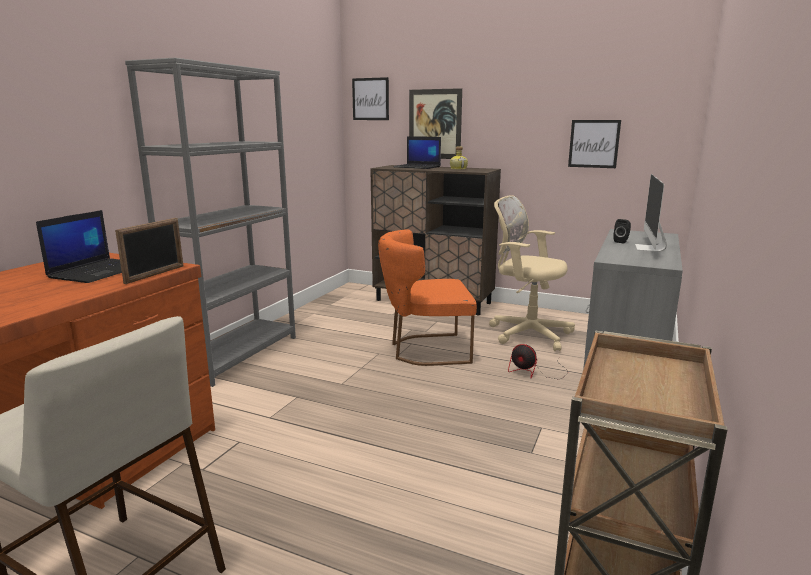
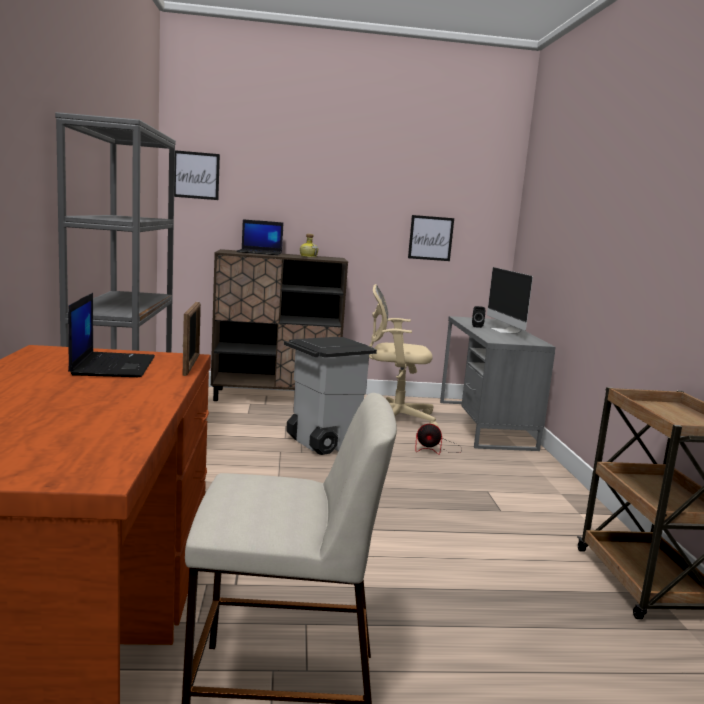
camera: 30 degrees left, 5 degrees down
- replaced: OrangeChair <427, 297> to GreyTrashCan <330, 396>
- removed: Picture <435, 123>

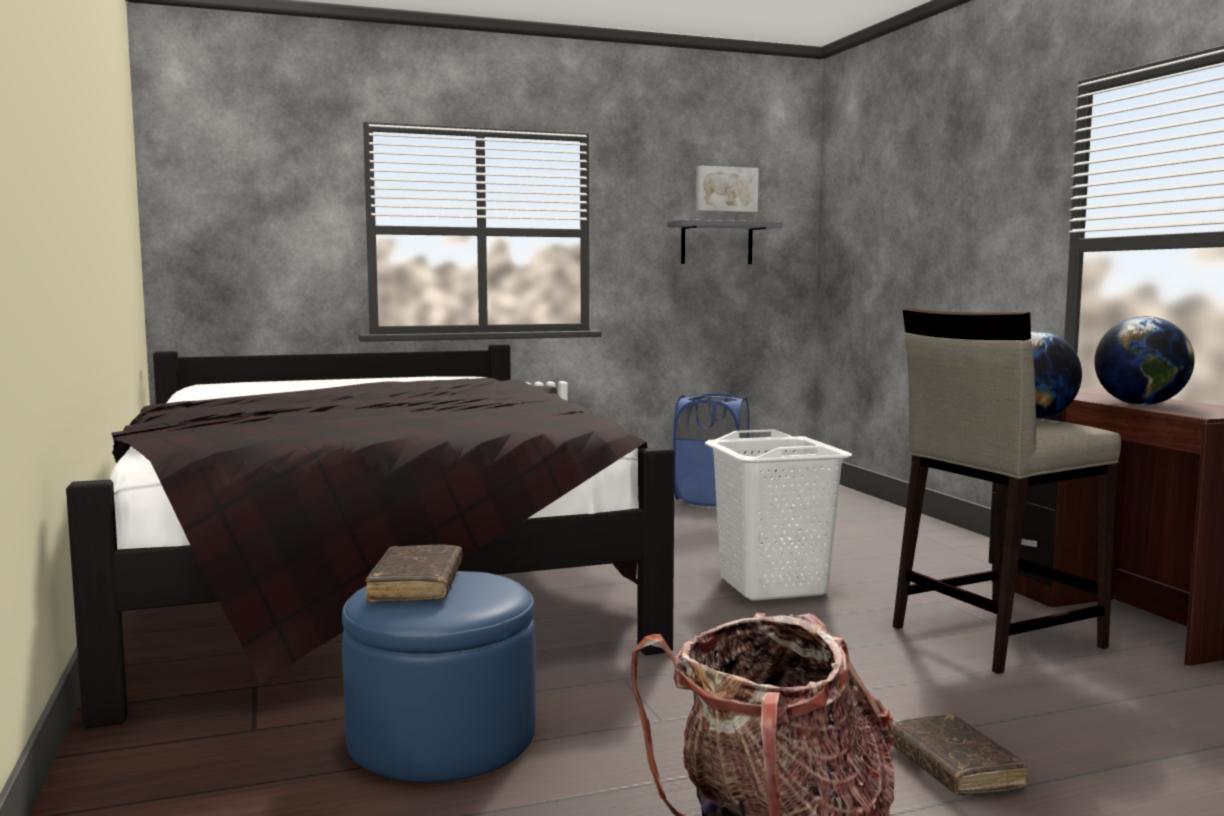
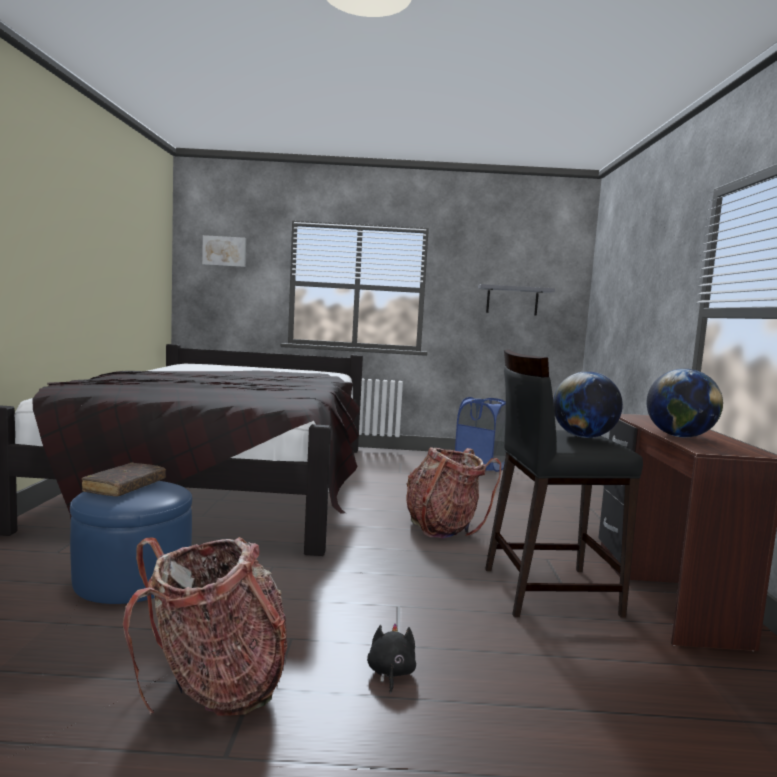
camera: 20 degrees right, 0 degrees up
- moved: Picture <727, 188> to <224, 251>
- replaced: WhiteLaundryBasket <778, 515> to Backpack <453, 493>
- replaced: BrownBook <959, 754> to BlackPlushToy <391, 658>
- recoloured: BeigeStool <1007, 491> to BlackStool <564, 483>

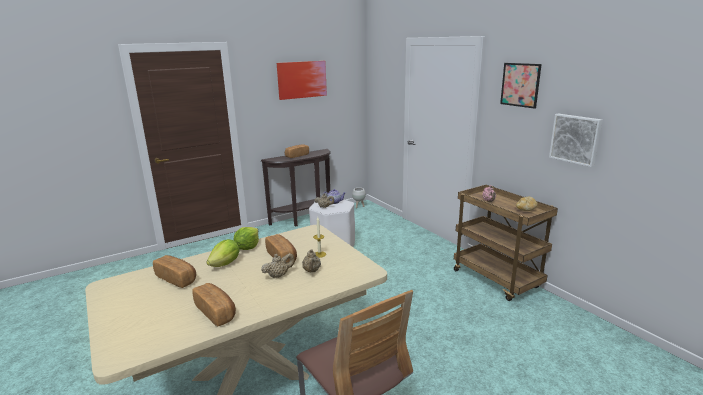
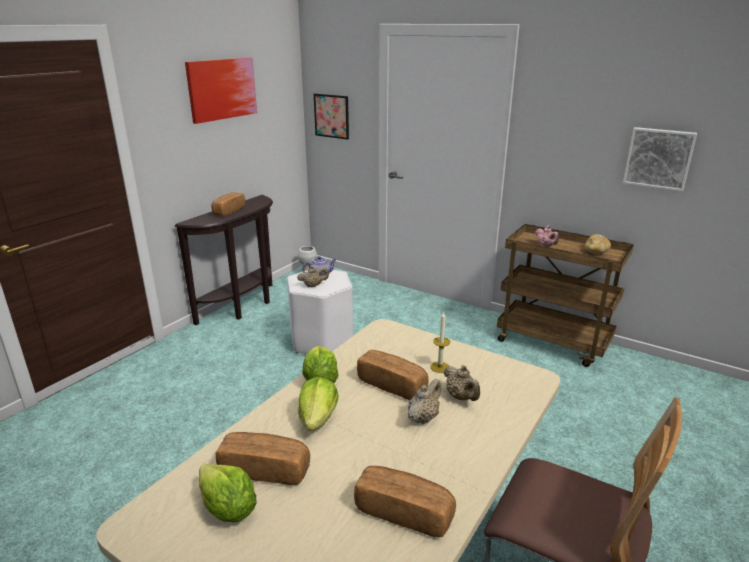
camera: 25 degrees left, 5 degrees up
- moved: Picture <521, 86> to <331, 117>
- added: Lettuce <227, 493>

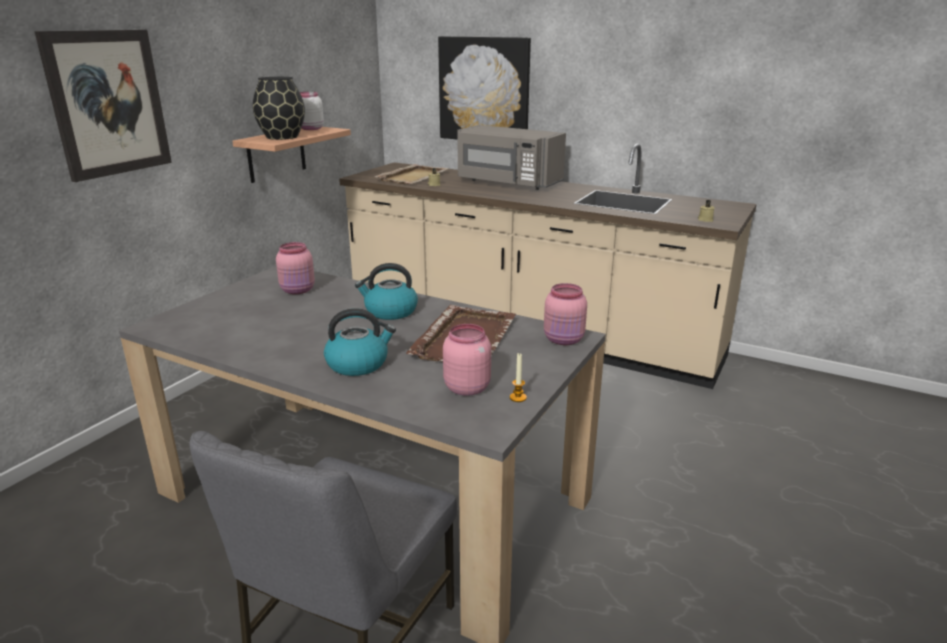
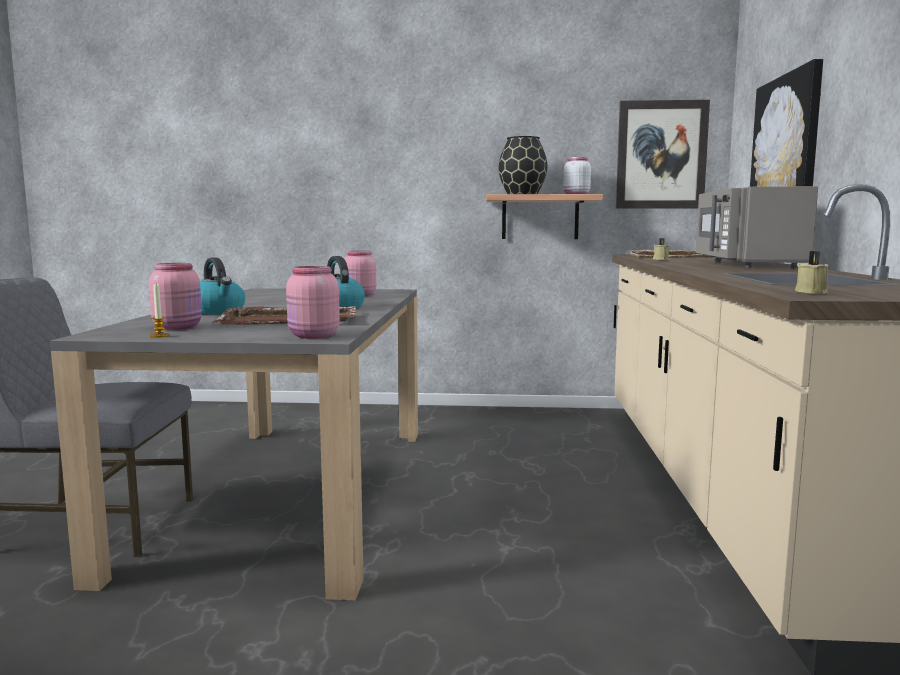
camera: 65 degrees right, 15 degrees down
- moved: Picture <103, 106> to <663, 154>

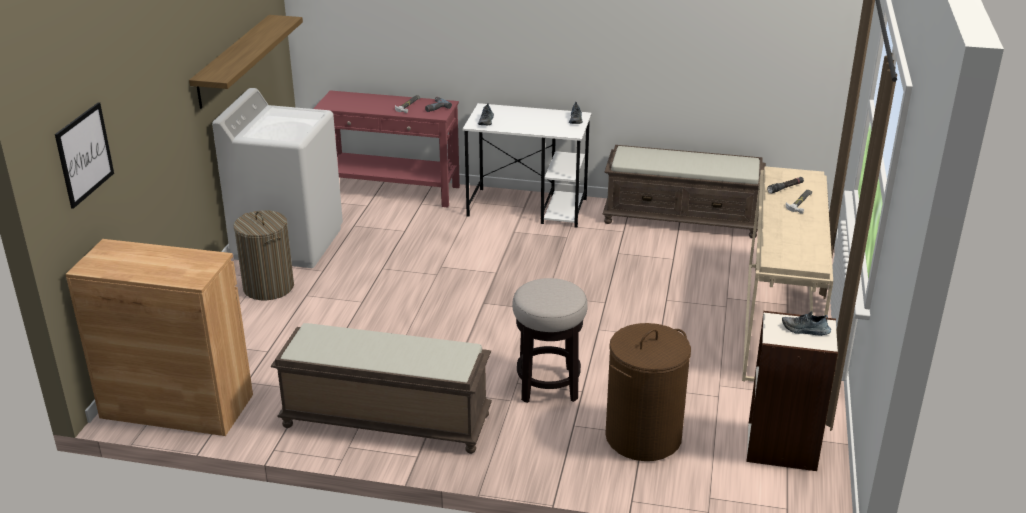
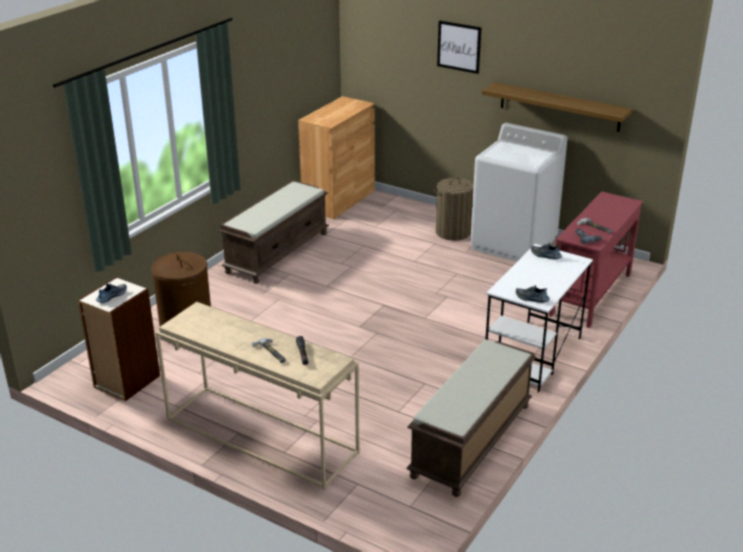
camera: 110 degrees right, 0 degrees up
- moved: Picture <84, 155> to <459, 47>
- removed: Stool <550, 340>

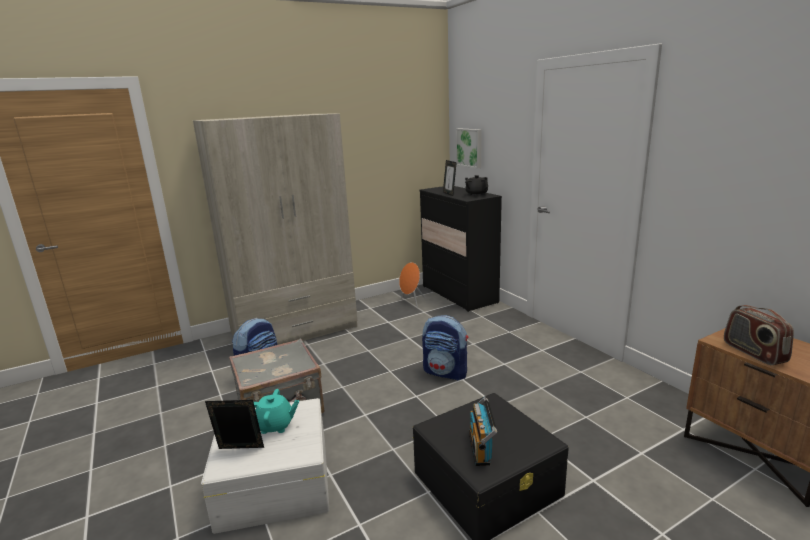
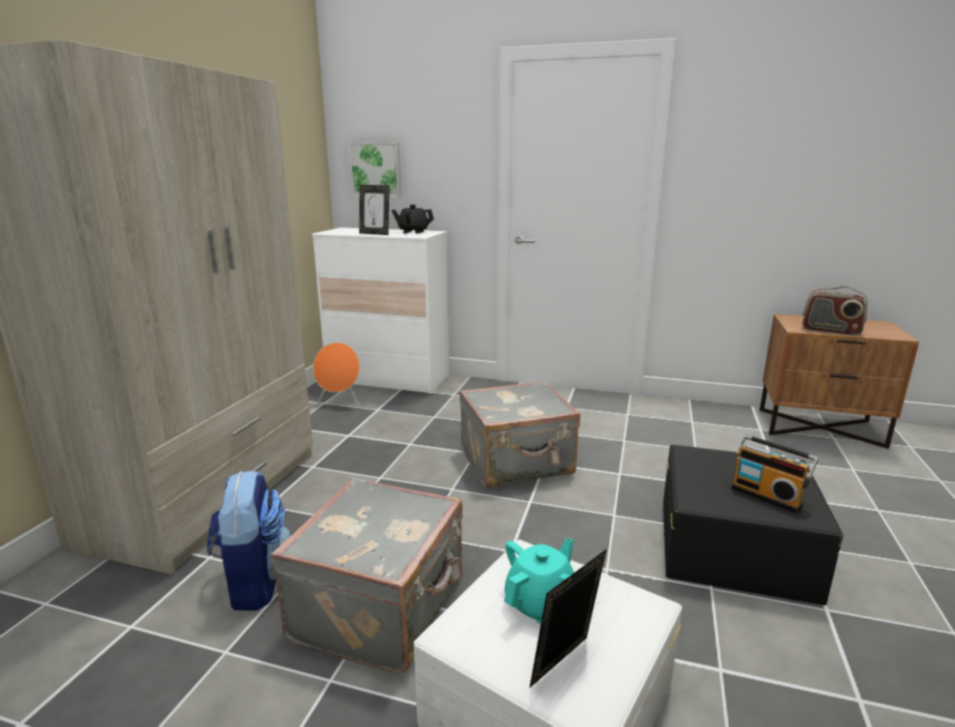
camera: 45 degrees left, 0 degrees up
- recoloured: BlackDresser <460, 249> to WhiteDresser <381, 311>
- replaced: Backpack <445, 348> to GreySuitcase <519, 434>

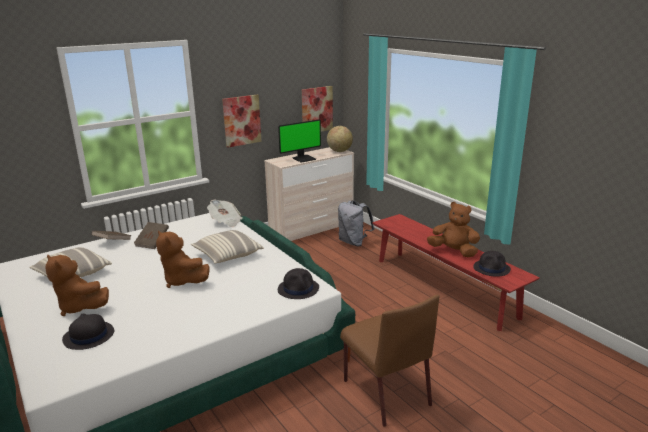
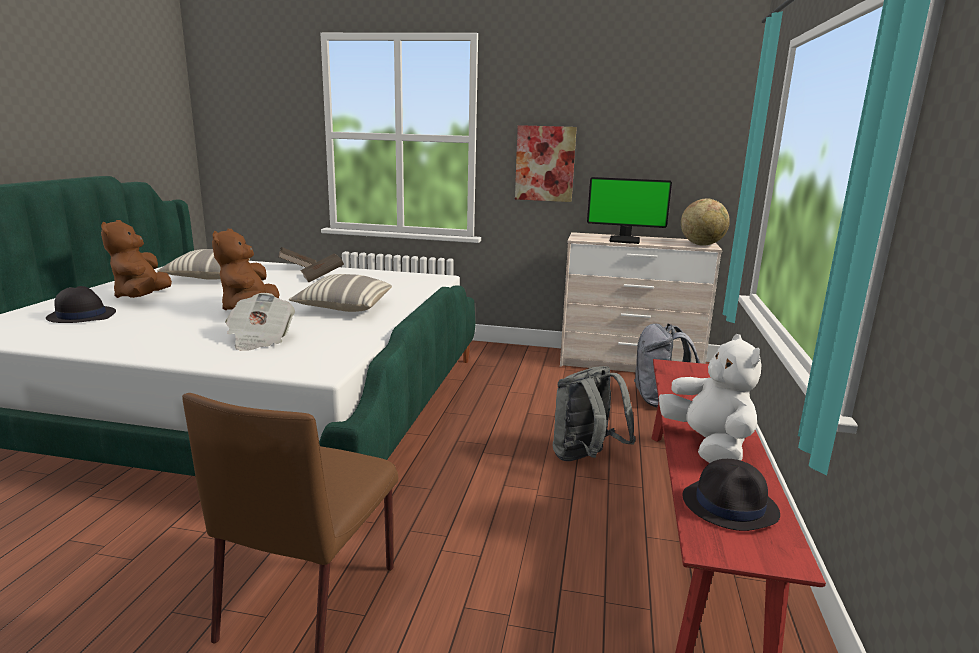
camera: 45 degrees right, 5 degrees down
- moved: Newspaper <225, 213> to <260, 322>
- removed: BlackHat <298, 283>
- removed: Picture <317, 109>
- recoloured: BrownPlushToy <453, 229> to WhitePlushToy <710, 398>
- added: GreyBackpack <594, 413>

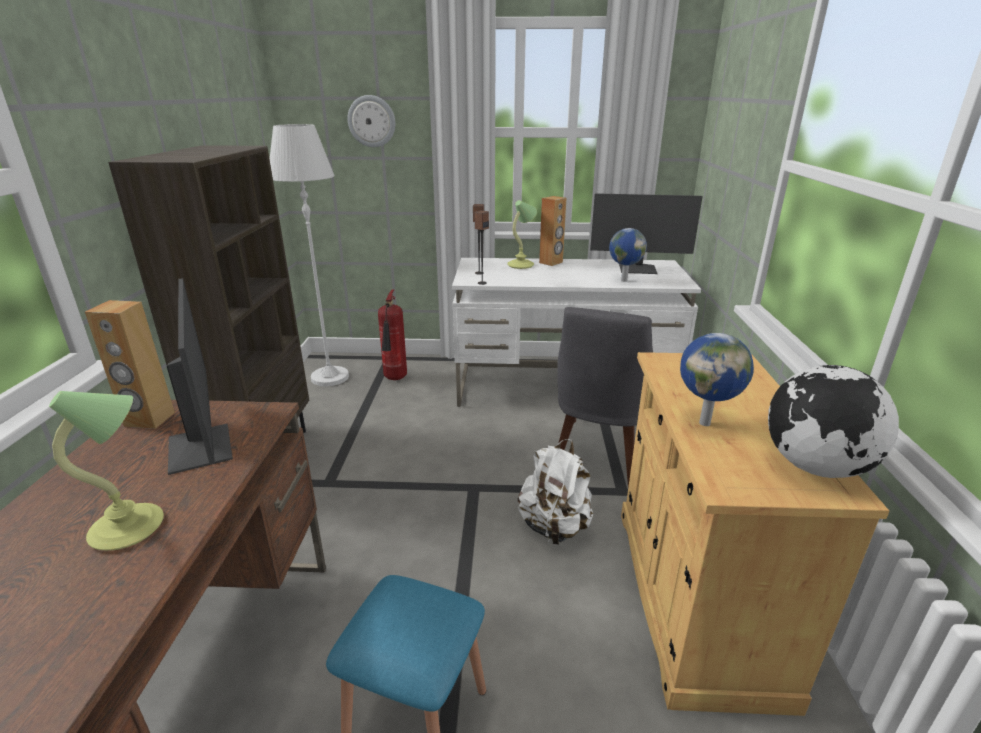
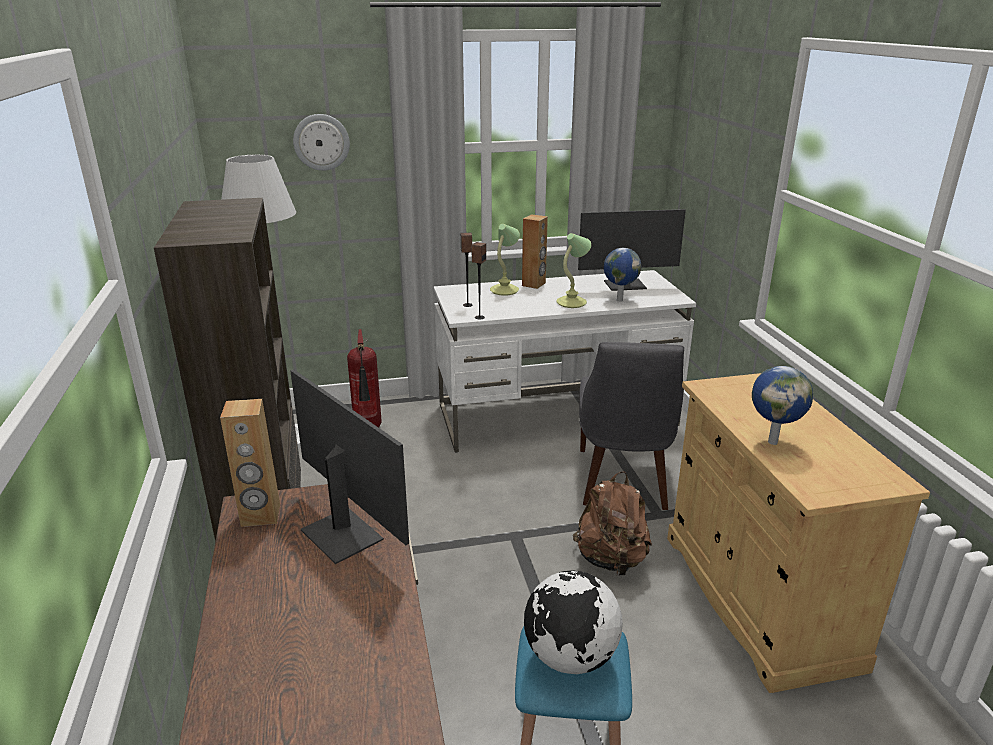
camera: 15 degrees left, 0 degrees up
- moved: TableLamp <106, 470> to <573, 270>
- recoloured: WhiteBackpack <555, 492> to BrownBackpack <612, 524>
- moved: Globe <833, 421> to <573, 622>

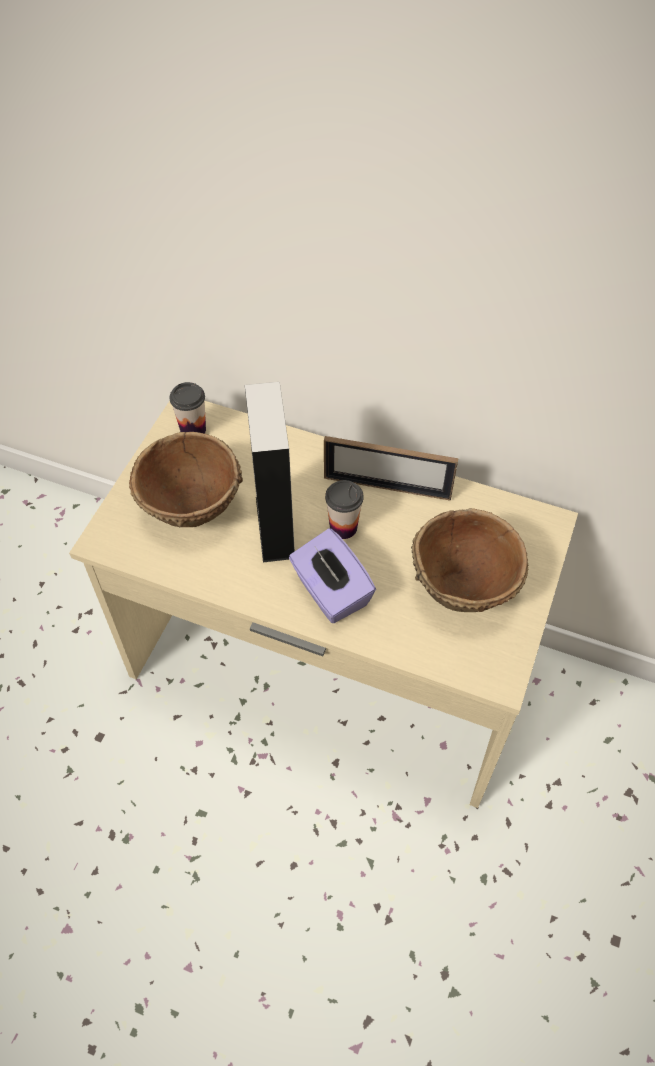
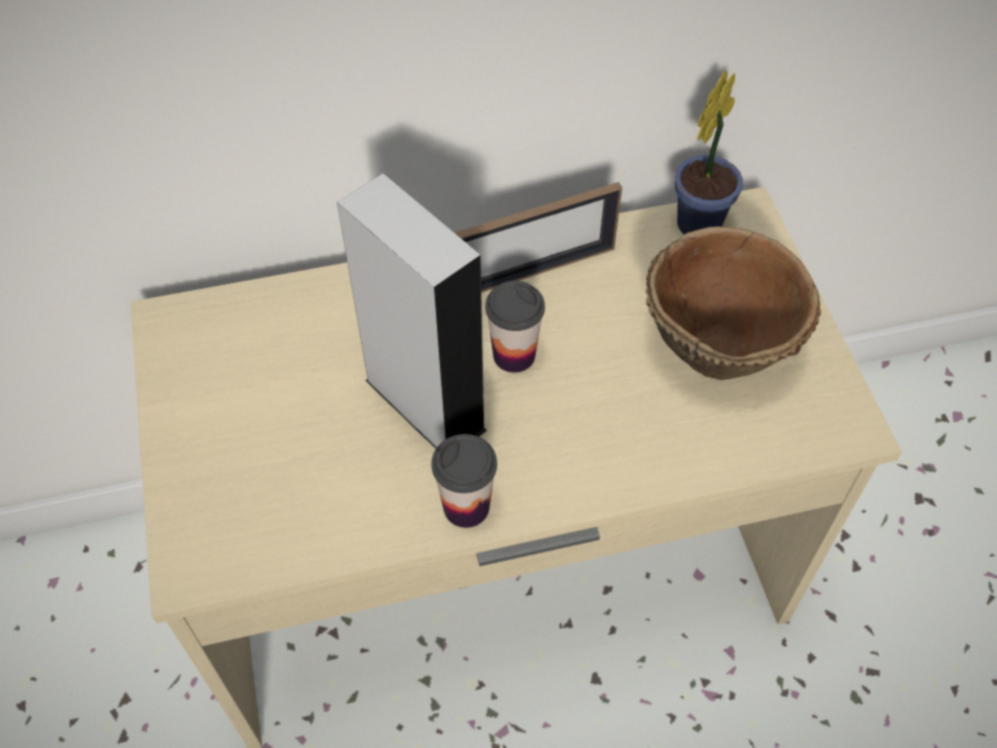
camera: 35 degrees left, 0 degrees up
- removed: BrownBowl <186, 479>
- moved: Cup <188, 408> to <464, 481>
- removed: PurpleTissueBox <332, 575>
- added: PottedPlant <709, 152>

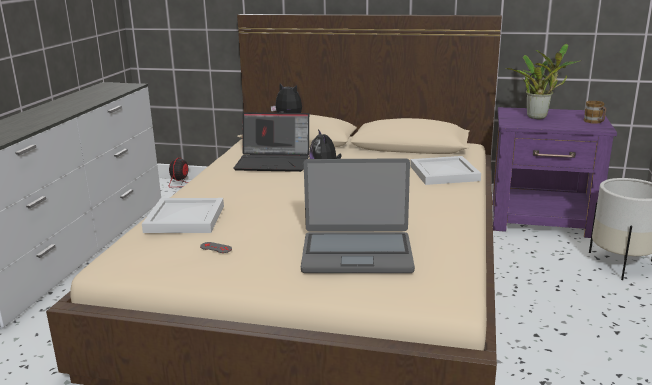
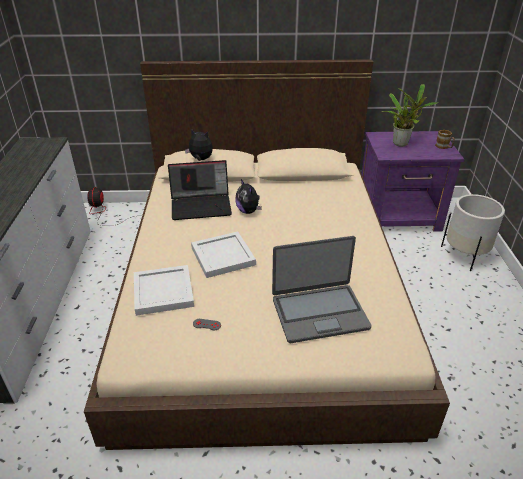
camera: 15 degrees left, 15 degrees up
- moved: WhiteTray <445, 170> to <223, 255>

